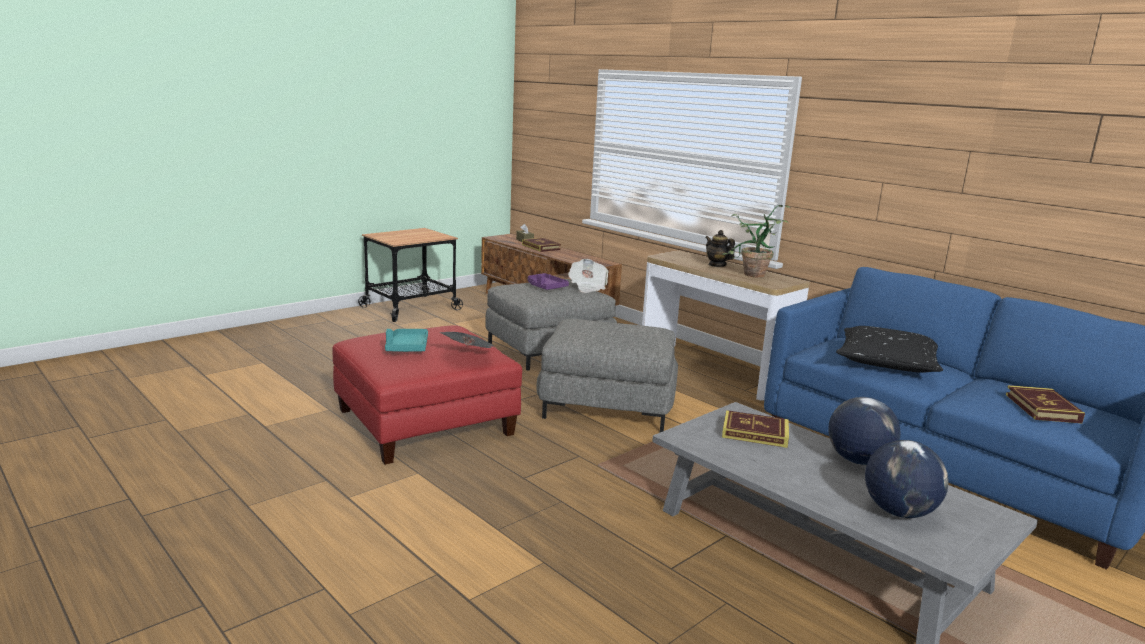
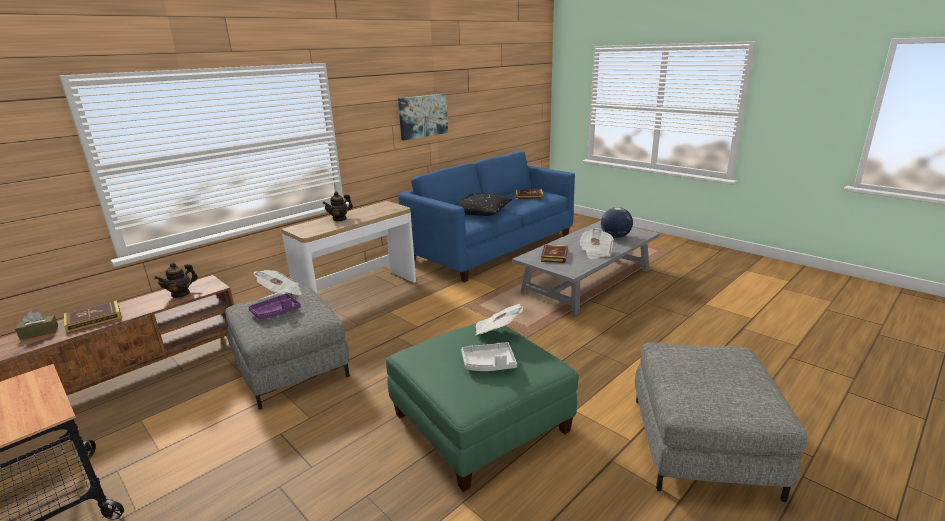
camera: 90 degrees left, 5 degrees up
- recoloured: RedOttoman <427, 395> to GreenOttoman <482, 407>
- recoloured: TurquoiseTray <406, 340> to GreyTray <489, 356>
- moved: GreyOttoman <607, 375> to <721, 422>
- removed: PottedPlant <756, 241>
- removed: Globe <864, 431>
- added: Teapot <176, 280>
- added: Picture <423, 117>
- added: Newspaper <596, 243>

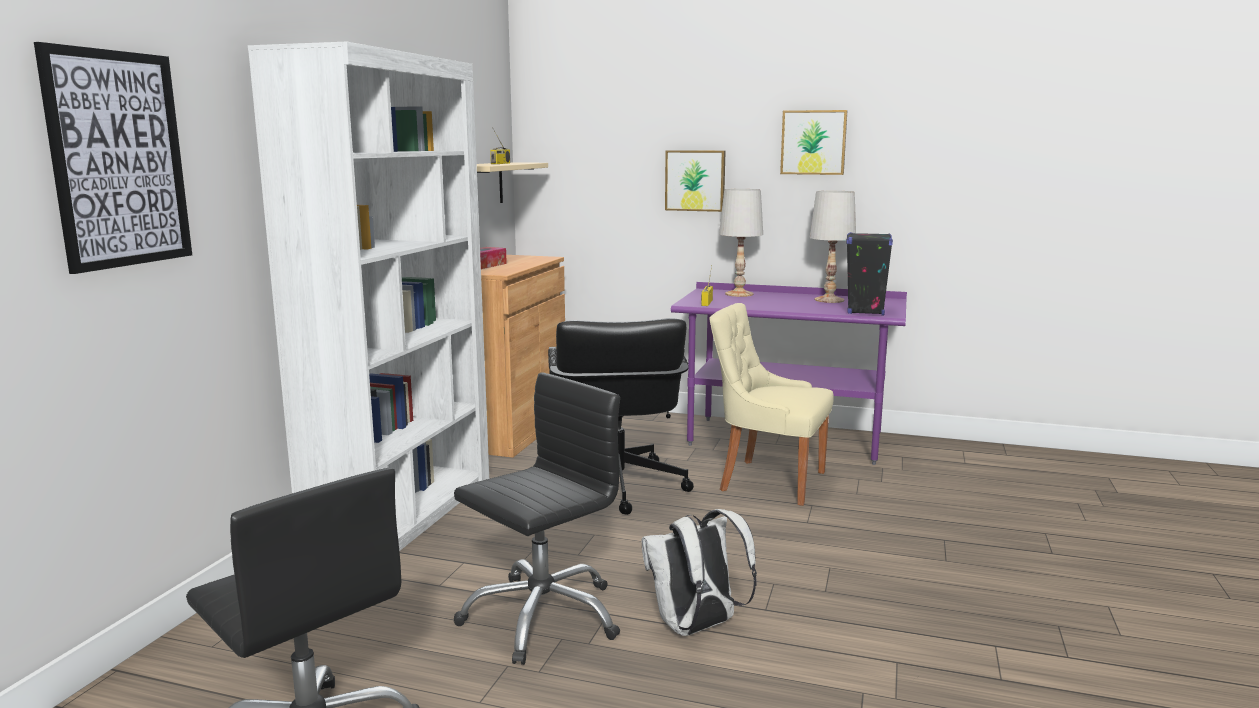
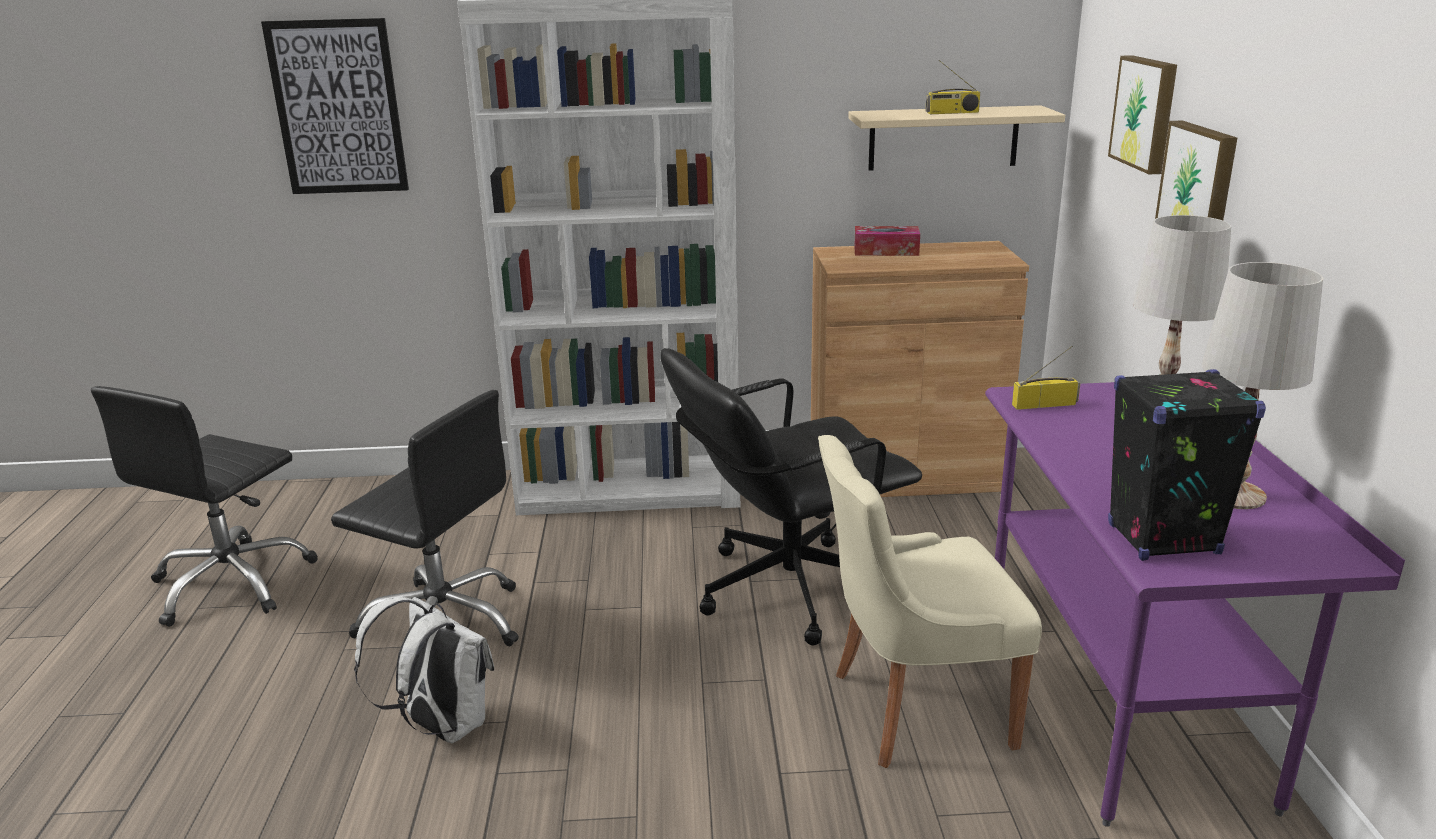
camera: 70 degrees right, 10 degrees up
- turned: BeigeChair <771, 404> = <930, 601> 105 degrees counterclockwise
- moved: Picture <813, 142> to <1142, 114>

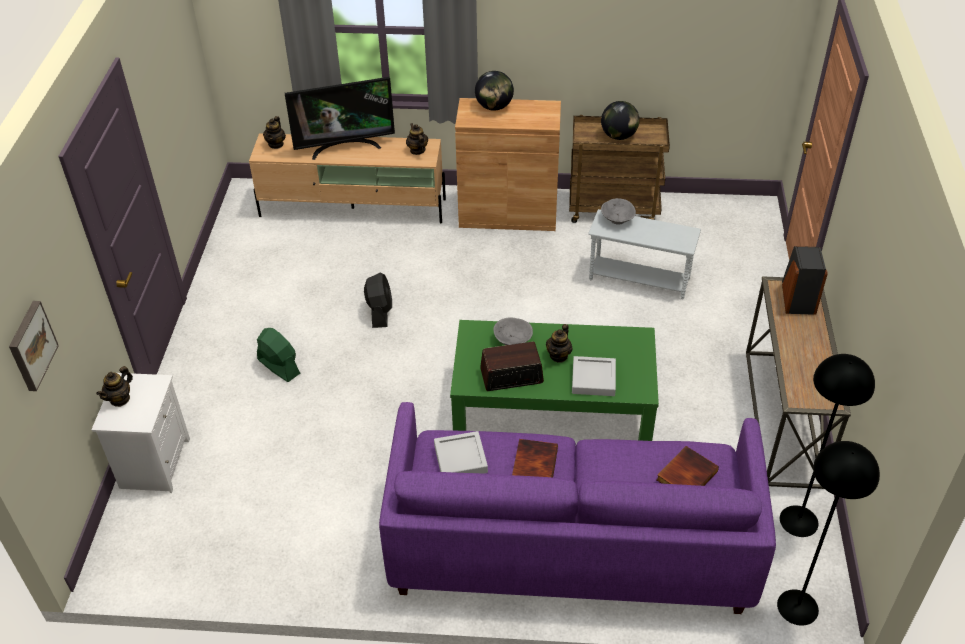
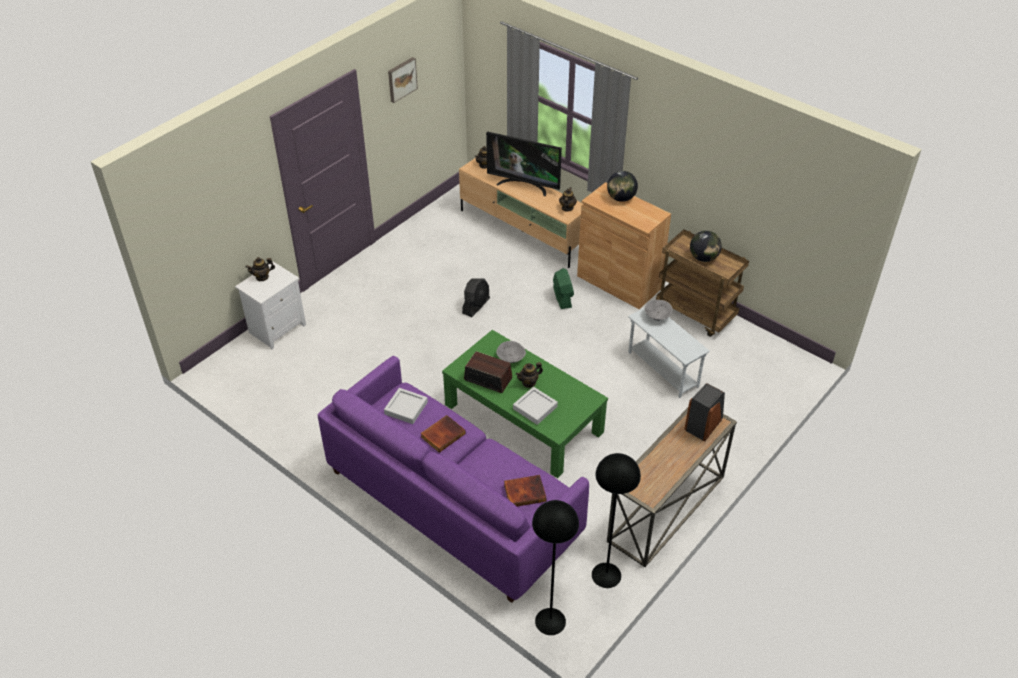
camera: 35 degrees right, 0 degrees up
- moved: Picture <34, 346> to <403, 80>
- moved: GreenFan <278, 355> to <563, 288>

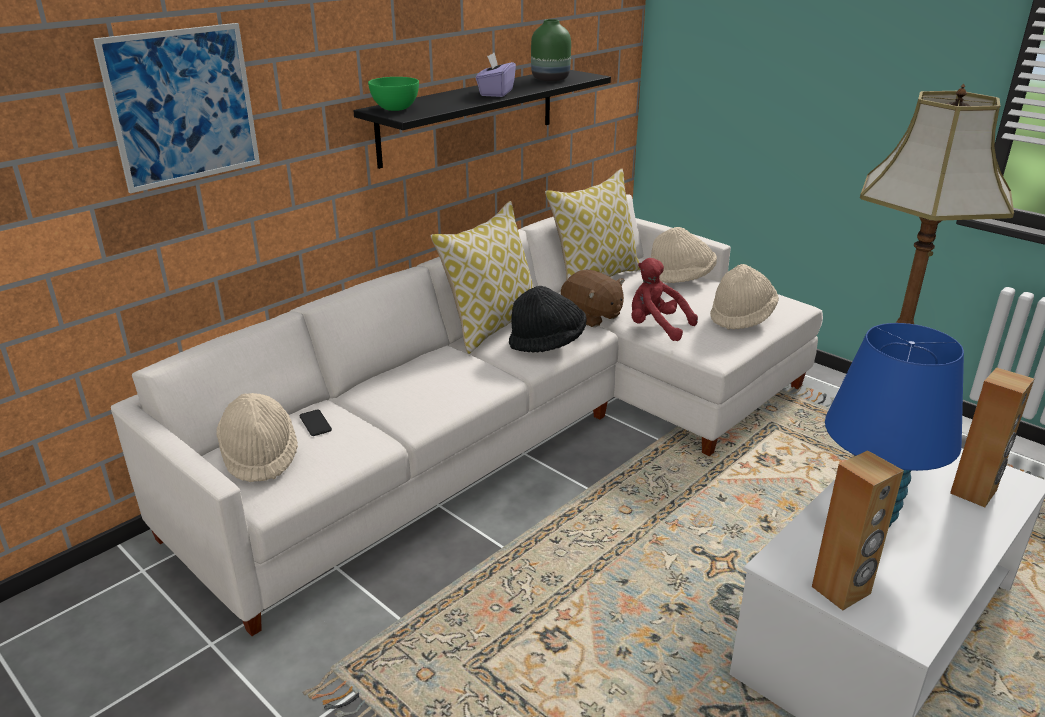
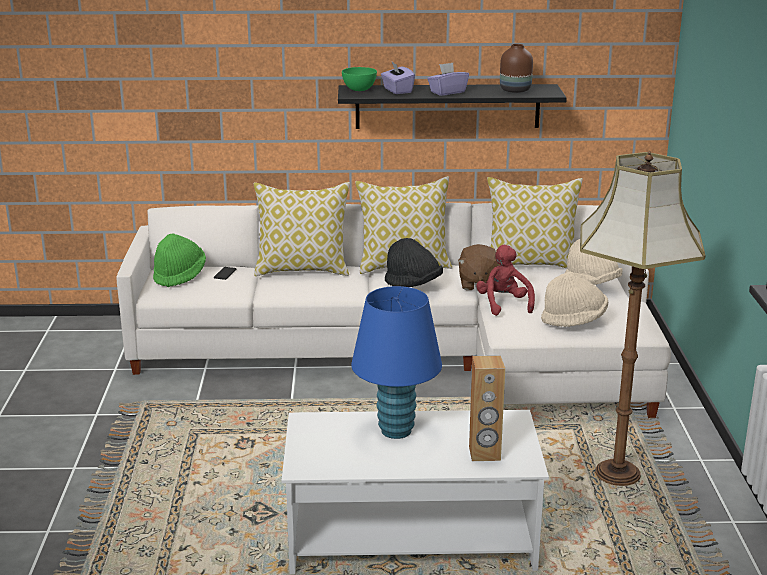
camera: 45 degrees right, 5 degrees down
- removed: Picture <176, 108>
- recoloured: BeigeHat <257, 437> to GreenHat <179, 260>
- recoloured: GreenVase <551, 50> to BrownVase <516, 68>
- removed: BrownSpeaker <858, 530>
- added: Pillow <302, 229>
- added: PurpleTissueBox <398, 78>

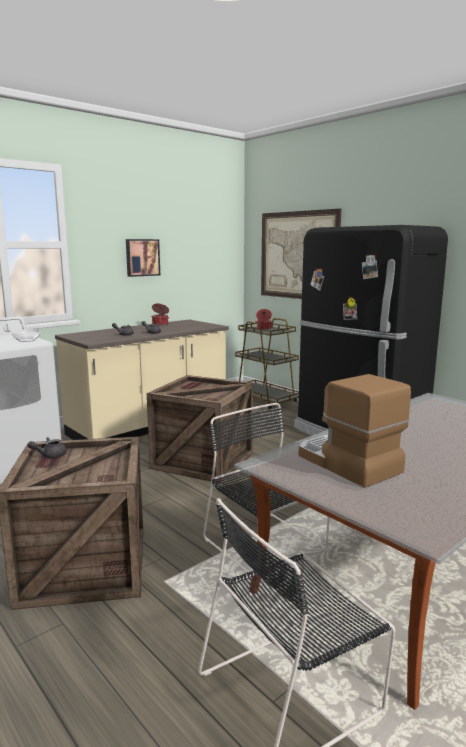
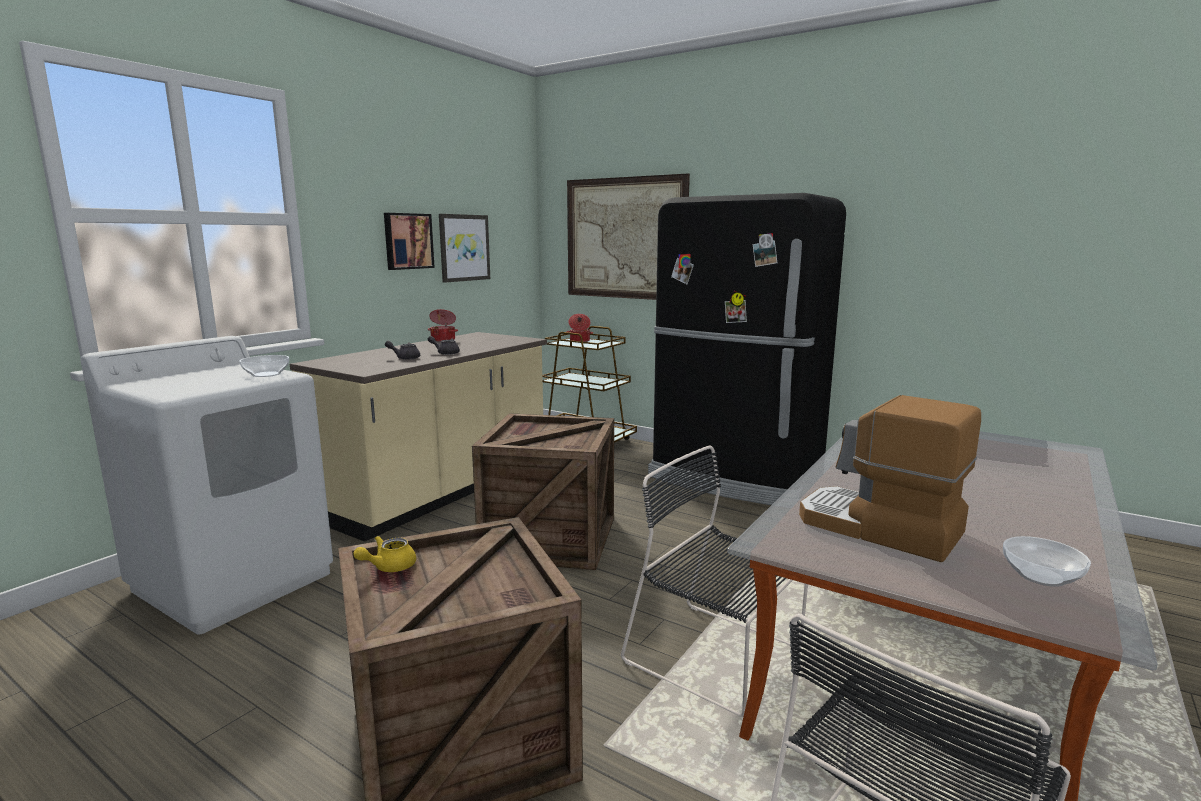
camera: 15 degrees left, 0 degrees up
- recoloured: GreyTeapot <47, 447> to YellowTeapot <384, 554>
- added: Picture <464, 248>
- added: Bowl <1047, 561>

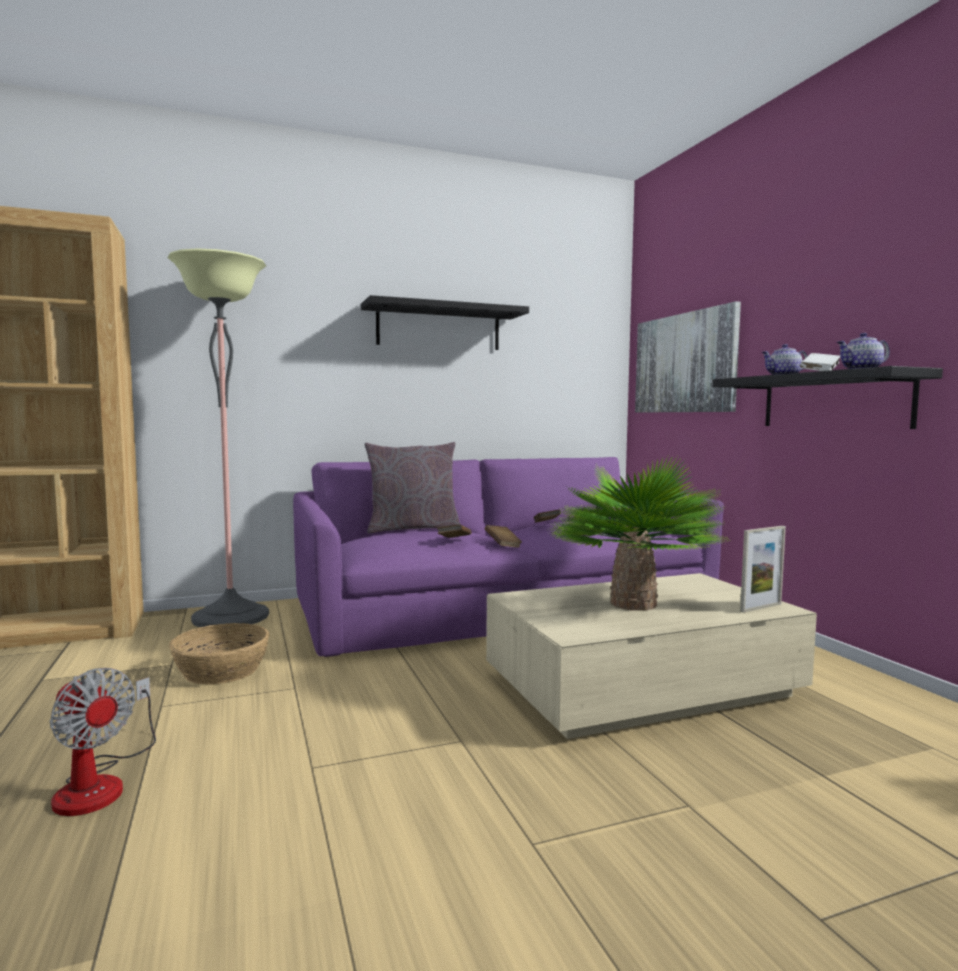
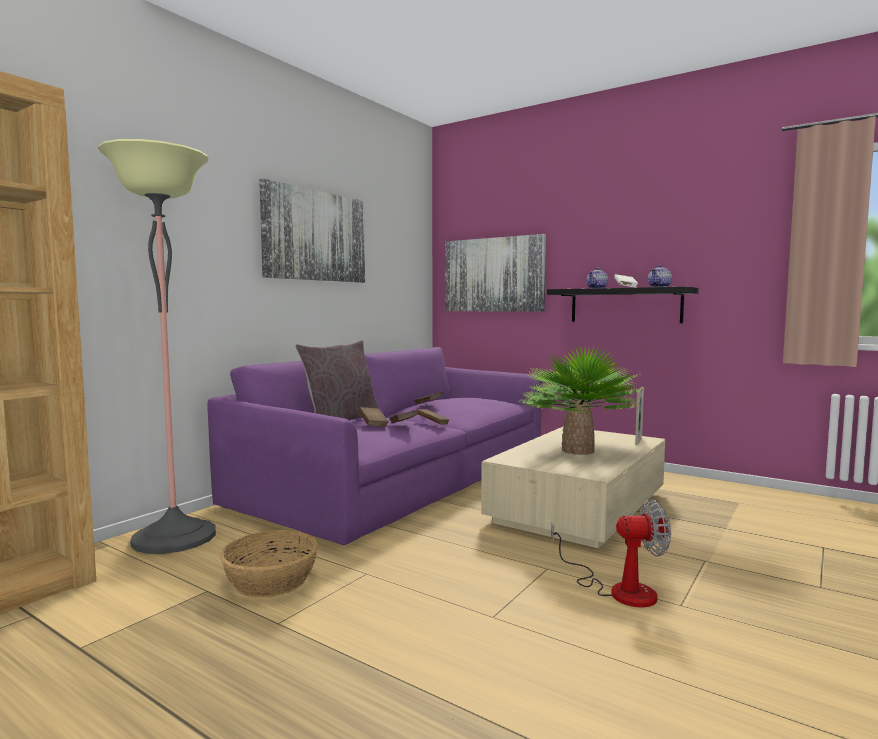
camera: 35 degrees left, 0 degrees up
- moved: Fan <103, 742> to <611, 554>
- replaced: BlackShelf <445, 322> to Picture <312, 231>
- added: BrownBook <373, 417>

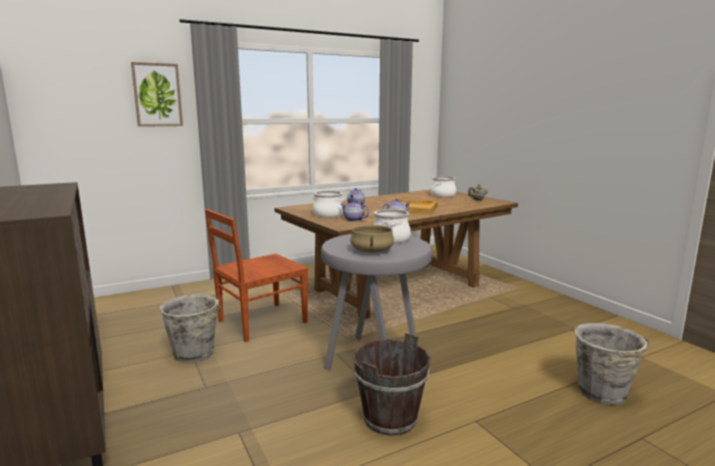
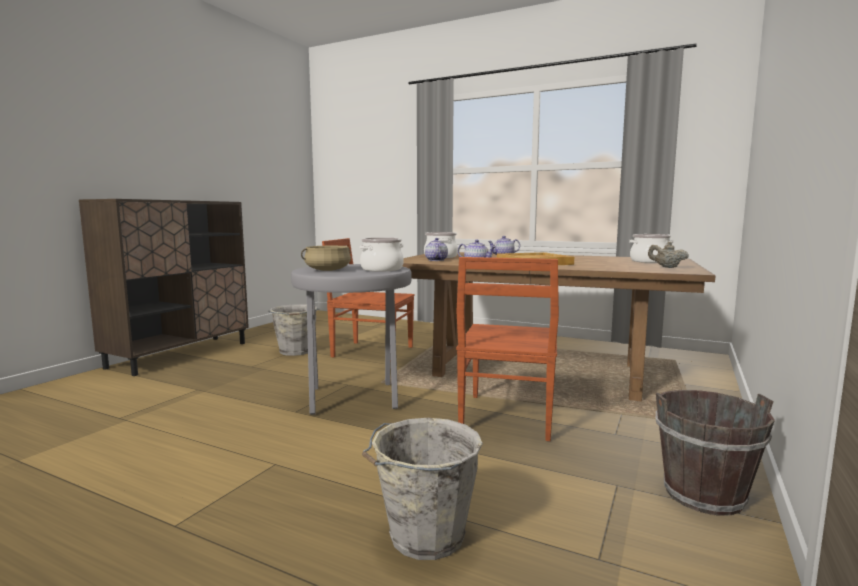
camera: 55 degrees right, 5 degrees down
- removed: Picture <157, 94>
- moved: BrownBucket <392, 384> to <715, 453>
- added: BrownChair <507, 349>

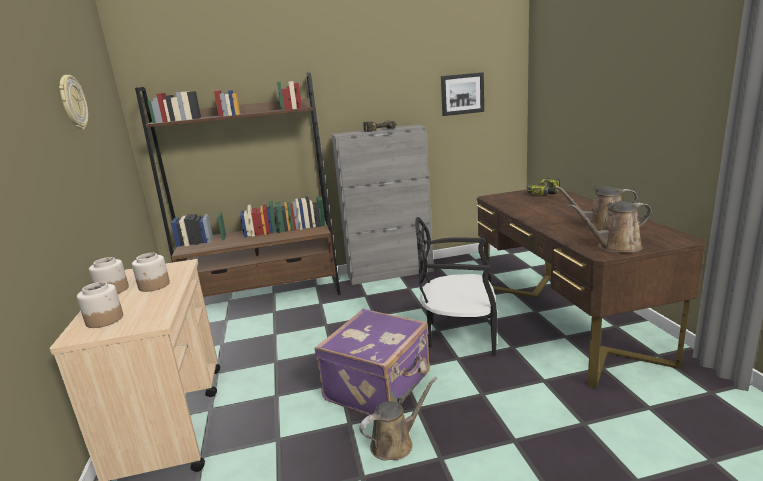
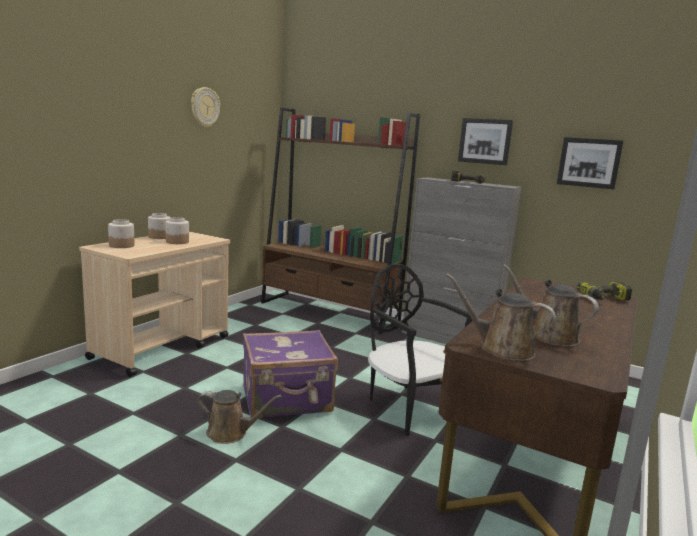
camera: 40 degrees right, 5 degrees down
- added: Picture <485, 141>

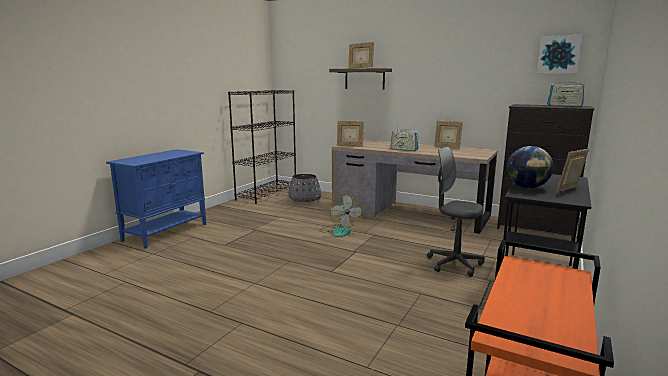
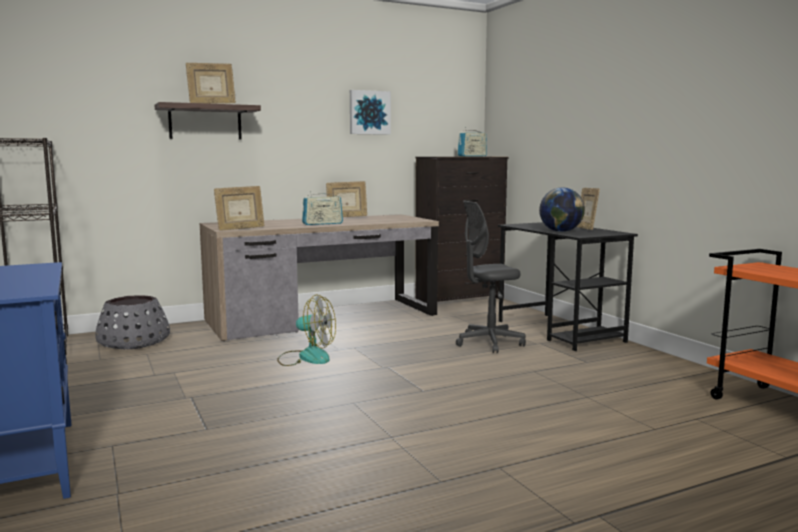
camera: 55 degrees left, 5 degrees down
- moved: Picture <559, 54> to <370, 112>

